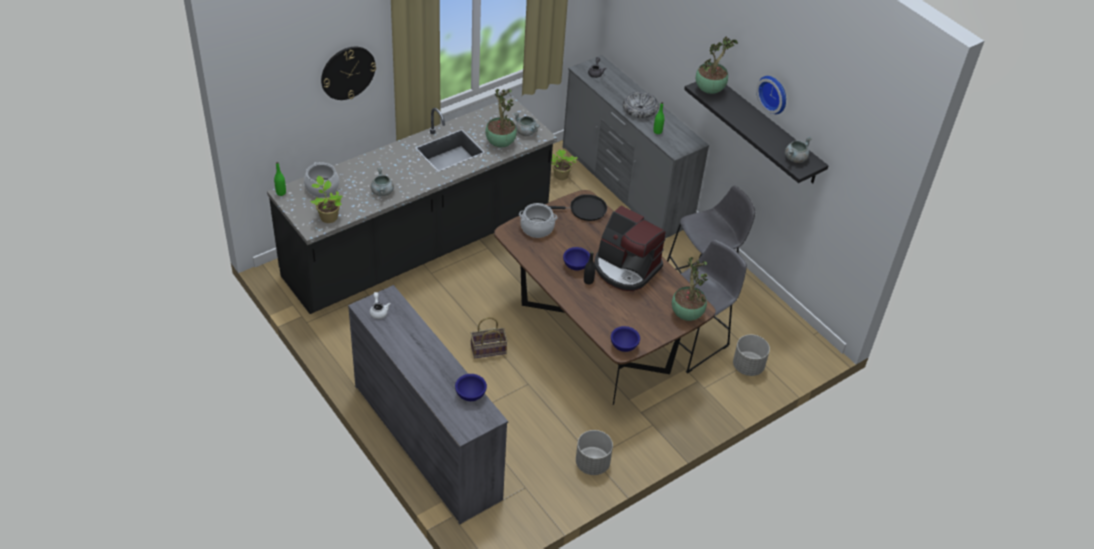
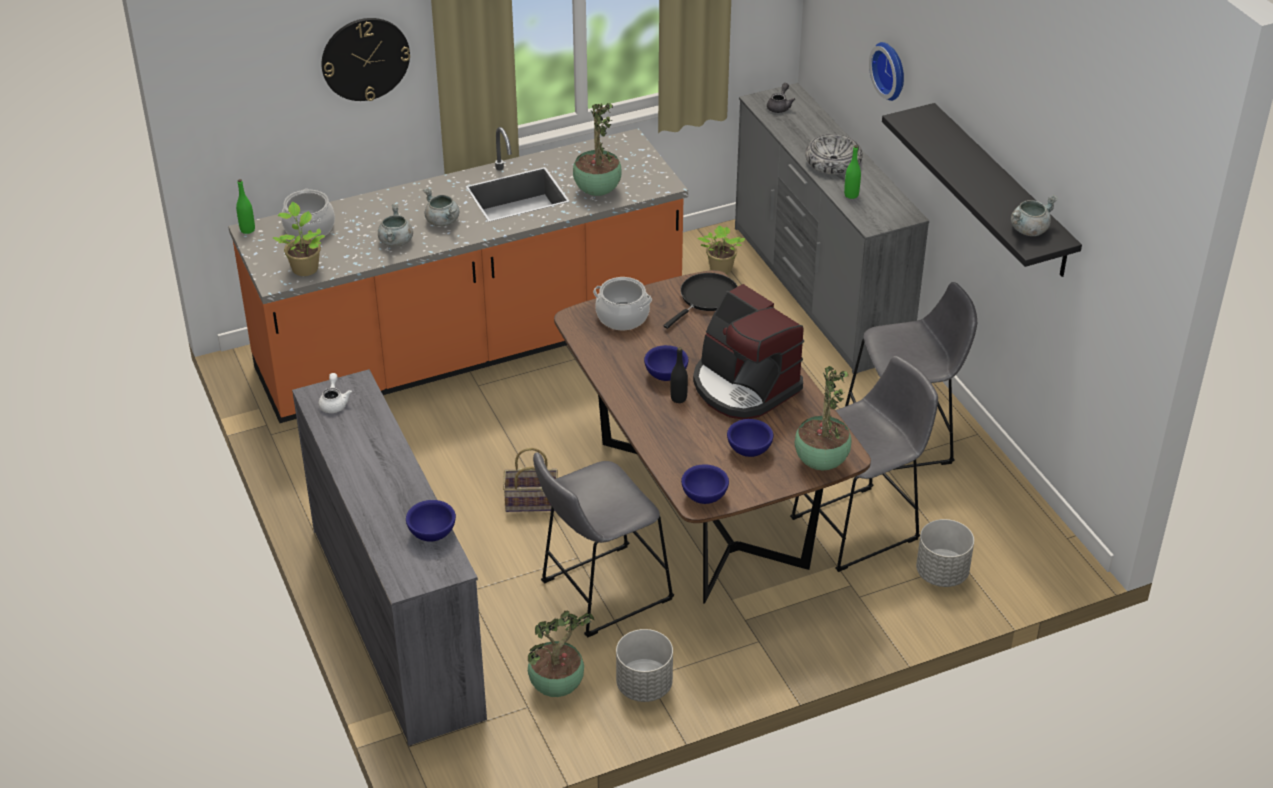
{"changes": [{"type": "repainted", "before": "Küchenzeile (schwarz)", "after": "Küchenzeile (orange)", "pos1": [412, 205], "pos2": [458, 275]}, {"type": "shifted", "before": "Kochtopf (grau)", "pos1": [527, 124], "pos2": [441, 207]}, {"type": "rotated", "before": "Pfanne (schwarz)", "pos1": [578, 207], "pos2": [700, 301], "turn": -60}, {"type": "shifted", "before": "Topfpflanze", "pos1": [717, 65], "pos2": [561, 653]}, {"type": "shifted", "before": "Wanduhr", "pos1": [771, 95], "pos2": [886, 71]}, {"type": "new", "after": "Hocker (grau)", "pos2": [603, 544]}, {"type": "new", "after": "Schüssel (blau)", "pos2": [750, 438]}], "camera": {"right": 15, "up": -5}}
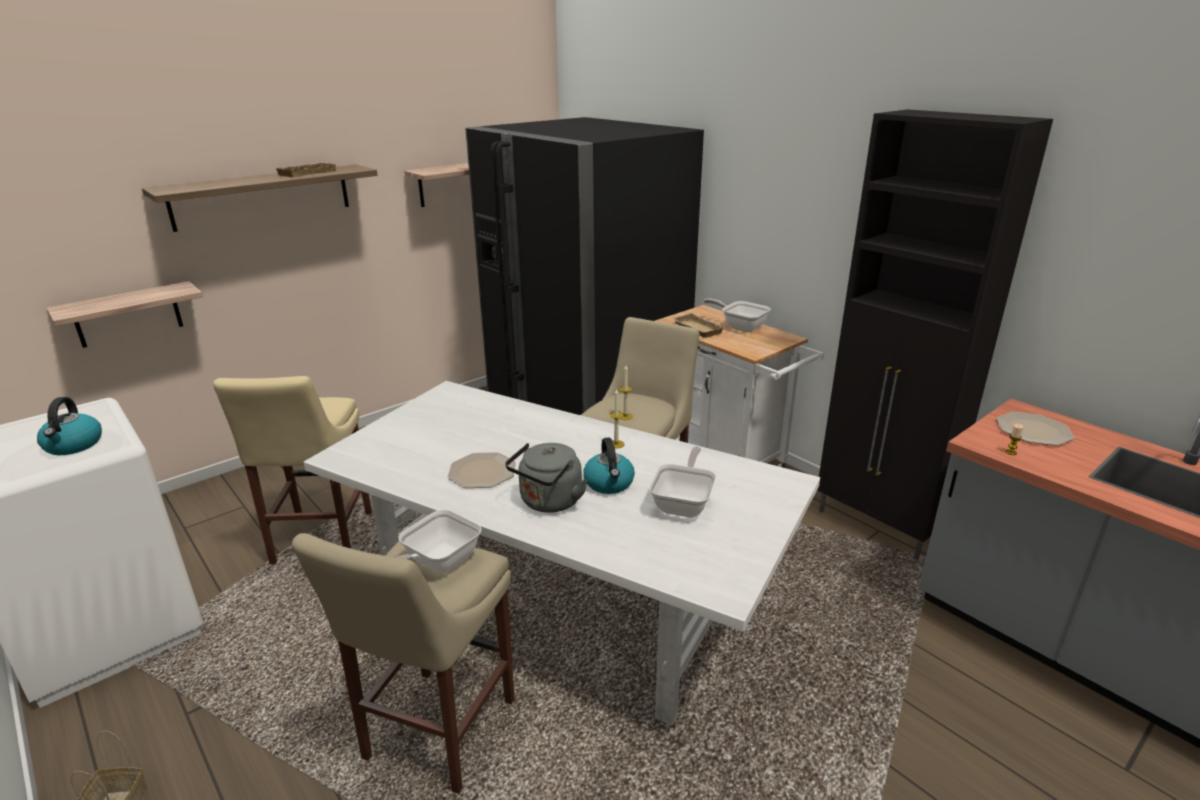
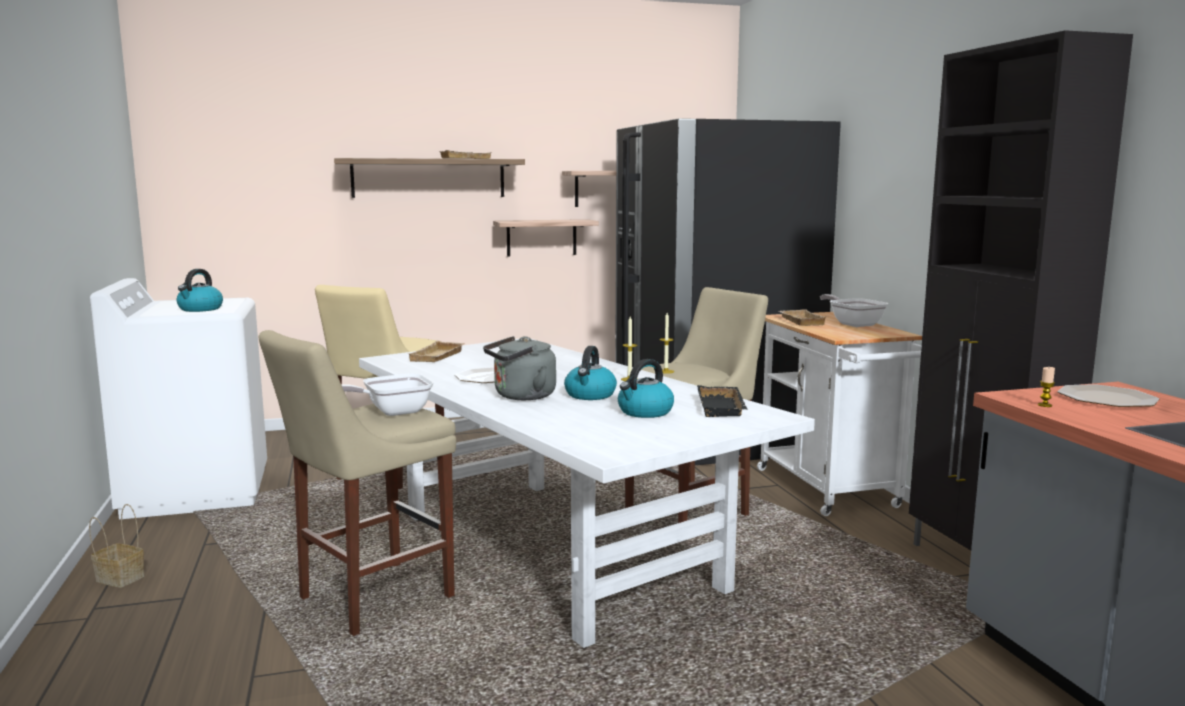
{"changes": [{"type": "shifted", "before": "Wandregal", "pos1": [124, 314], "pos2": [546, 238]}, {"type": "swapped", "before": "Pfanne", "after": "Wasserkessel", "pos1": [682, 481], "pos2": [646, 388]}, {"type": "new", "after": "Tablett (beige)", "pos2": [437, 351]}, {"type": "new", "after": "Tablett (schwarz)", "pos2": [722, 401]}], "camera": {"right": 25, "up": -15}}
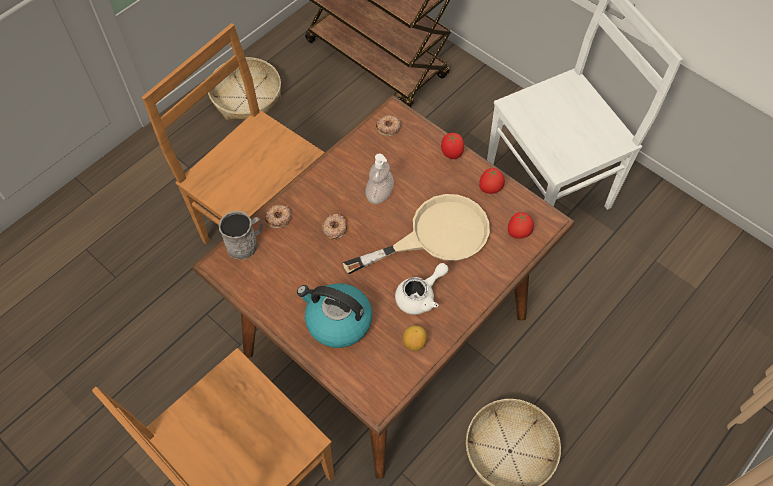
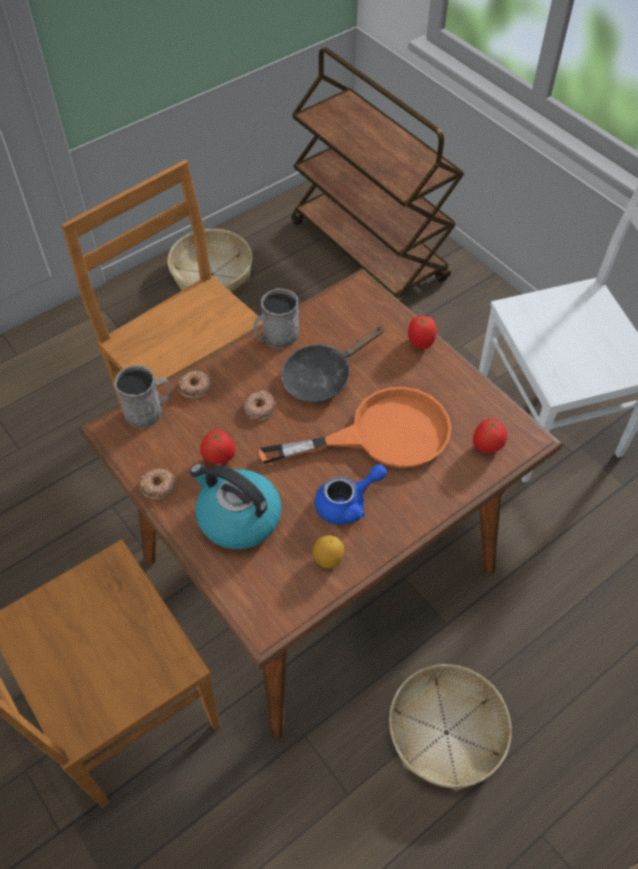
{"changes": [{"type": "repainted", "before": "Pfanne (beige)", "after": "Pfanne (orange)", "pos1": [416, 234], "pos2": [355, 427]}, {"type": "swapped", "before": "Seifenspender", "after": "Pfanne (schwarz)", "pos1": [379, 179], "pos2": [333, 364]}, {"type": "shifted", "before": "Donut", "pos1": [388, 125], "pos2": [157, 483]}, {"type": "repainted", "before": "Teekanne (weiß)", "after": "Teekanne (blau)", "pos1": [421, 289], "pos2": [351, 494]}, {"type": "shifted", "before": "Tomate", "pos1": [492, 181], "pos2": [217, 446]}, {"type": "new", "after": "Henkelbecher (grau)", "pos2": [276, 318]}], "camera": {"right": 10, "up": -5}}
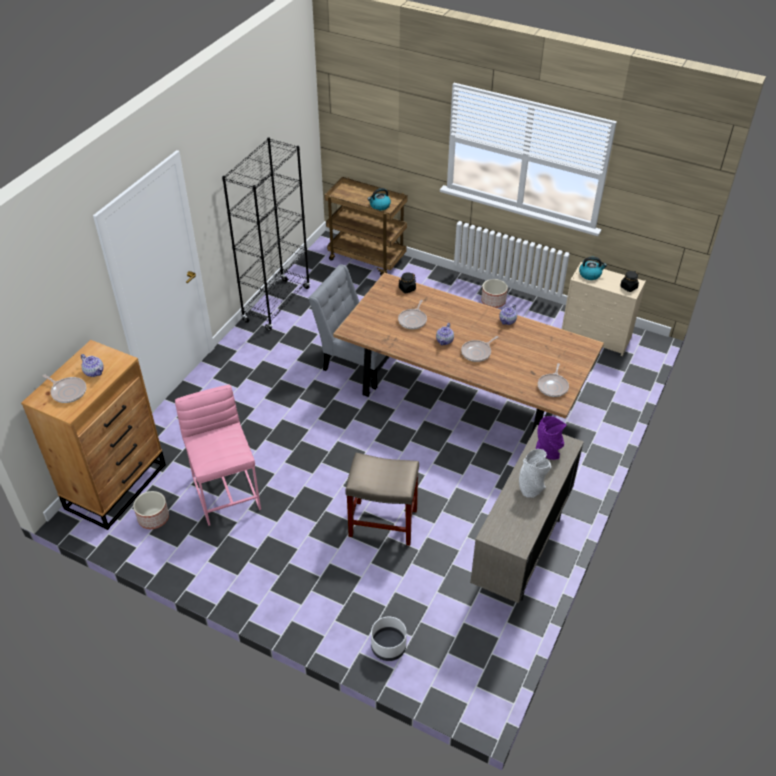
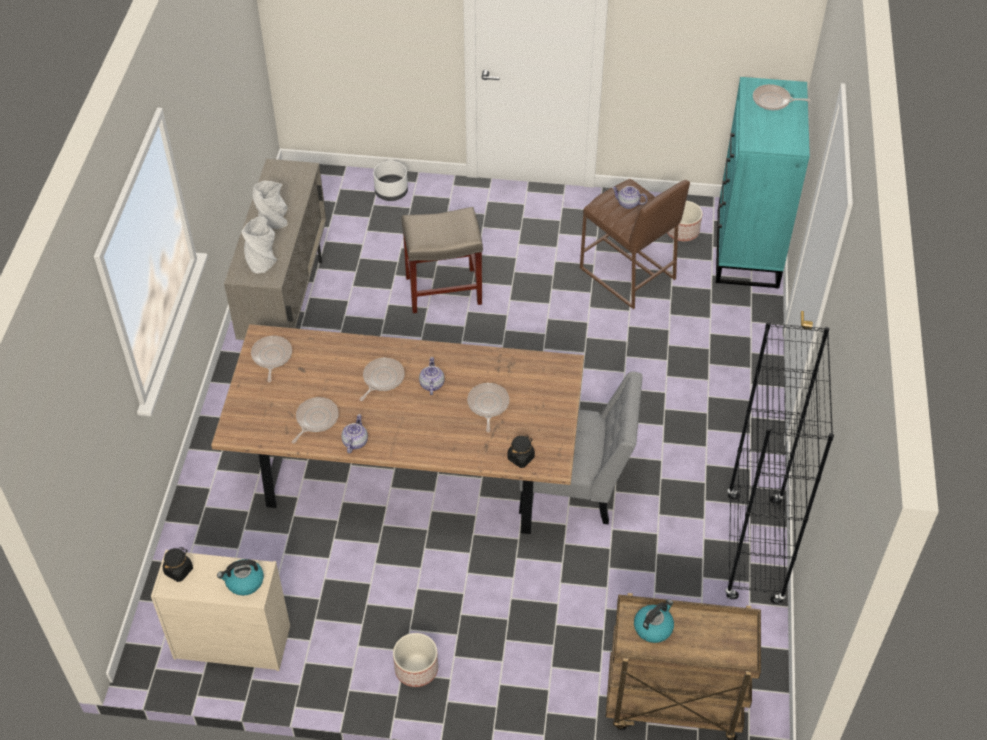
{"changes": [{"type": "repainted", "before": "Kommode (braun)", "after": "Kommode (türkis)", "pos1": [93, 435], "pos2": [762, 183]}, {"type": "shifted", "before": "Teekanne", "pos1": [92, 365], "pos2": [629, 197]}, {"type": "repainted", "before": "Hocker (rosa)", "after": "Hocker (braun)", "pos1": [218, 455], "pos2": [635, 244]}, {"type": "repainted", "before": "Vase (lila)", "after": "Vase (grau)", "pos1": [551, 438], "pos2": [259, 245]}, {"type": "new", "after": "Pfanne", "pos2": [315, 420]}], "camera": {"right": 160, "up": 5}}
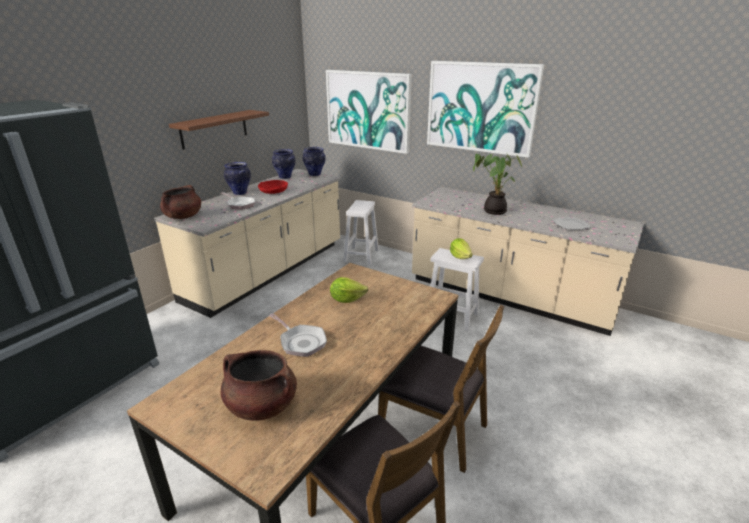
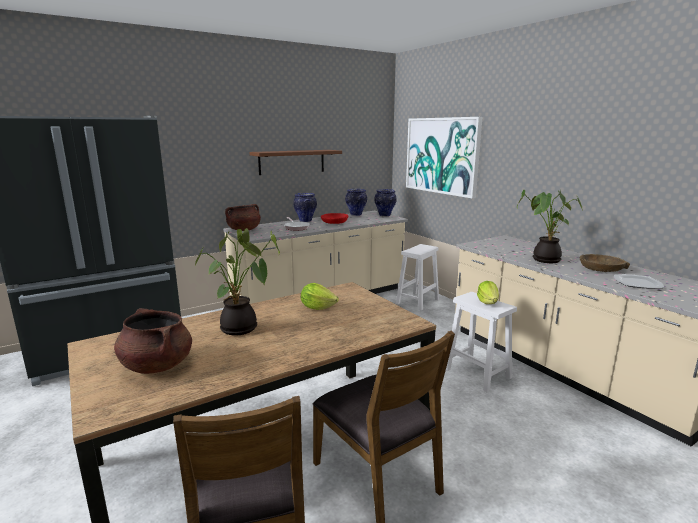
{"changes": [{"type": "swapped", "before": "Pfanne", "after": "Topfpflanze", "pos1": [298, 335], "pos2": [237, 282]}, {"type": "gone", "before": "Bild", "pos1": [485, 109]}, {"type": "new", "after": "Schüssel (braun)", "pos2": [605, 263]}], "camera": {"right": 25, "up": -10}}
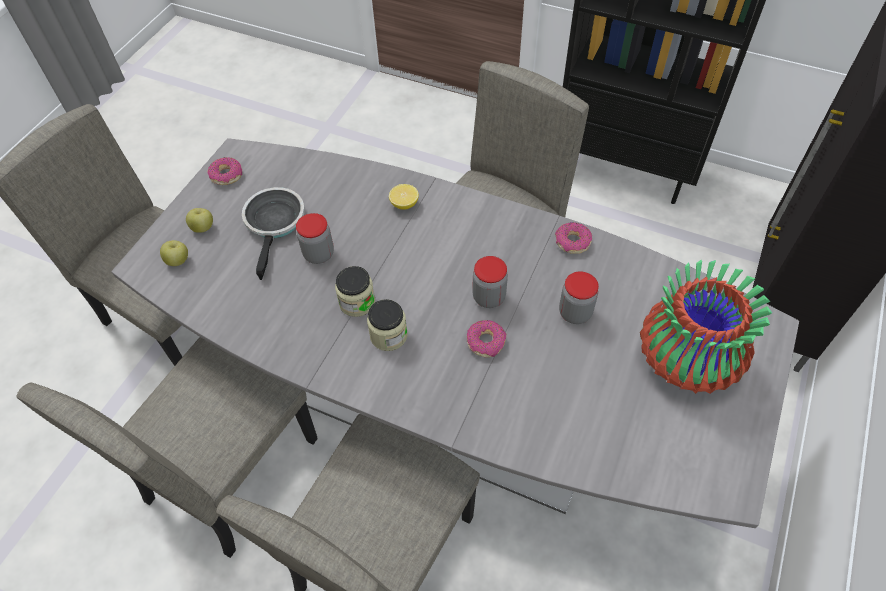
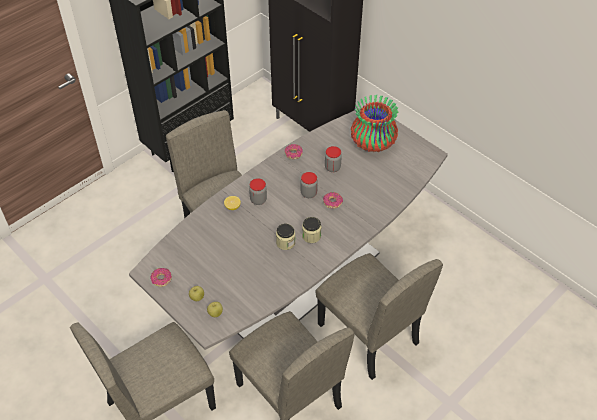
{"changes": [{"type": "gone", "before": "Pfanne", "pos1": [273, 233]}, {"type": "shifted", "before": "Vorratsglas", "pos1": [315, 238], "pos2": [258, 191]}], "camera": {"right": -70, "up": -5}}
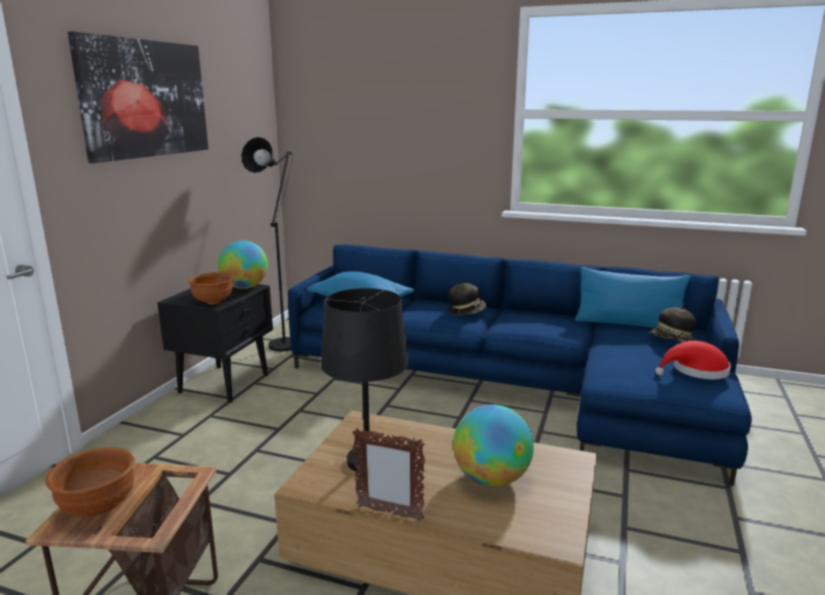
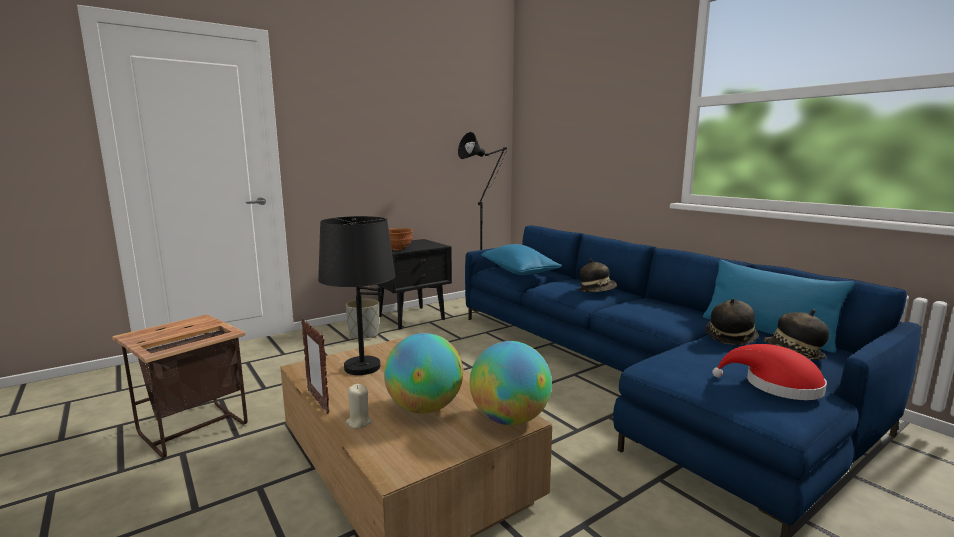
{"changes": [{"type": "gone", "before": "Schüssel (braun)", "pos1": [90, 482]}, {"type": "gone", "before": "Bild", "pos1": [138, 97]}, {"type": "shifted", "before": "Globus", "pos1": [243, 264], "pos2": [511, 383]}, {"type": "new", "after": "Pflanzkübel (grau)", "pos2": [362, 319]}, {"type": "new", "after": "Kerze (beige)", "pos2": [359, 406]}, {"type": "new", "after": "Hut", "pos2": [732, 321]}], "camera": {"right": 35, "up": -5}}
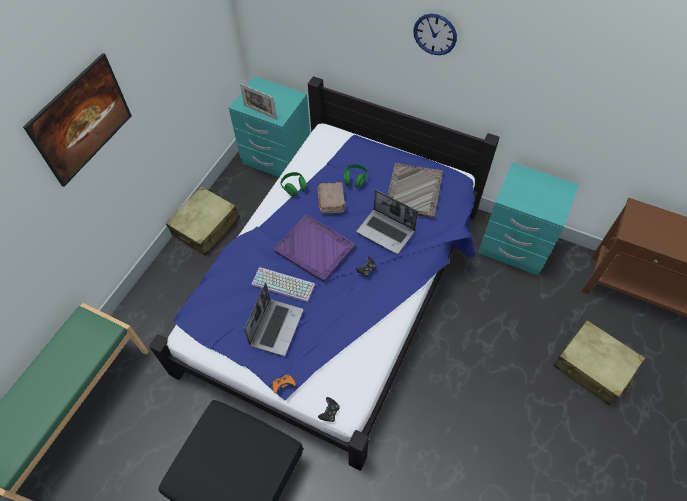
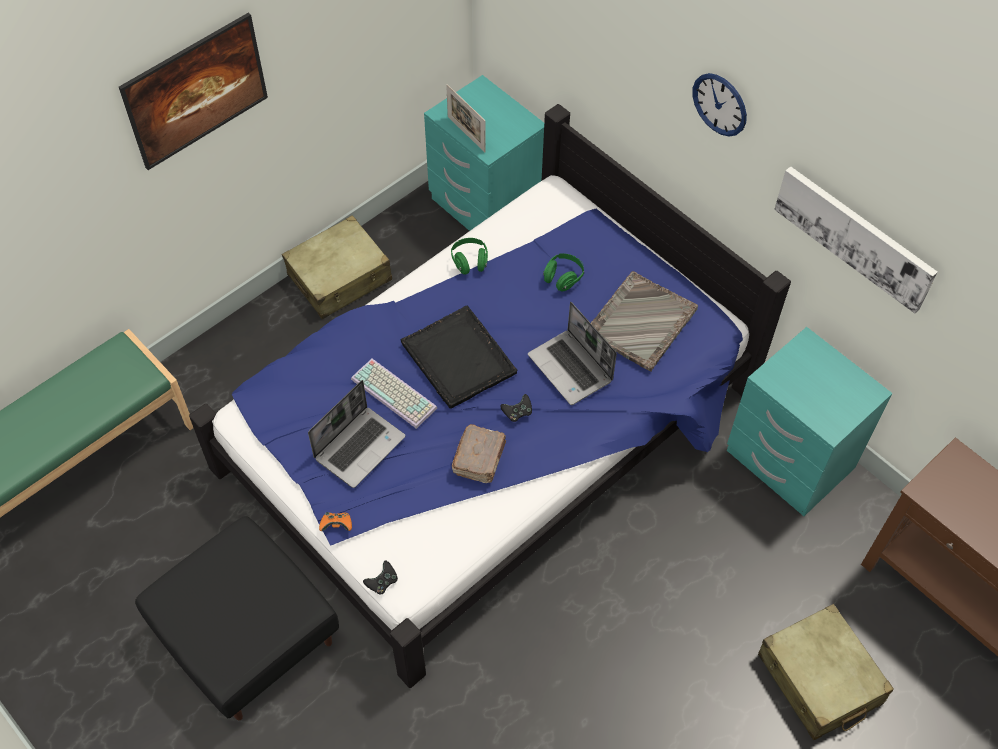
{"changes": [{"type": "repainted", "before": "Tablett (lila)", "after": "Tablett (schwarz)", "pos1": [314, 248], "pos2": [459, 357]}, {"type": "shifted", "before": "Buch (braun)", "pos1": [332, 198], "pos2": [479, 453]}, {"type": "new", "after": "Bild", "pos2": [856, 240]}], "camera": {"right": 20, "up": 0}}
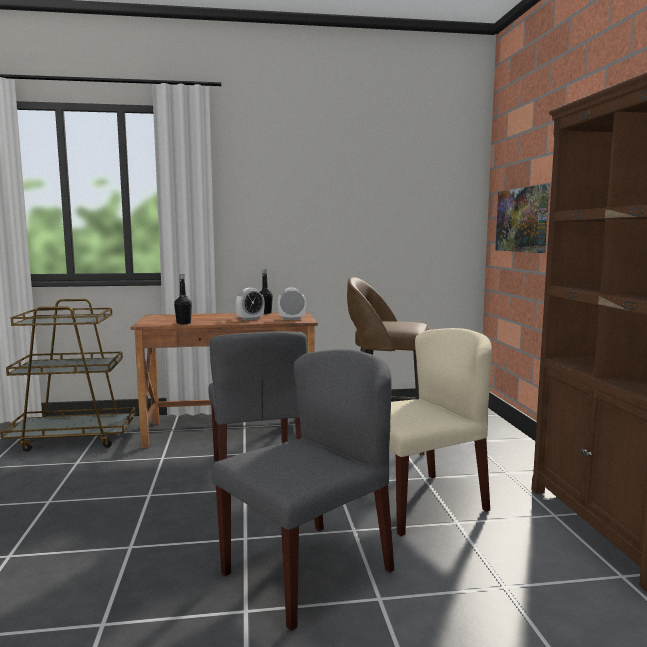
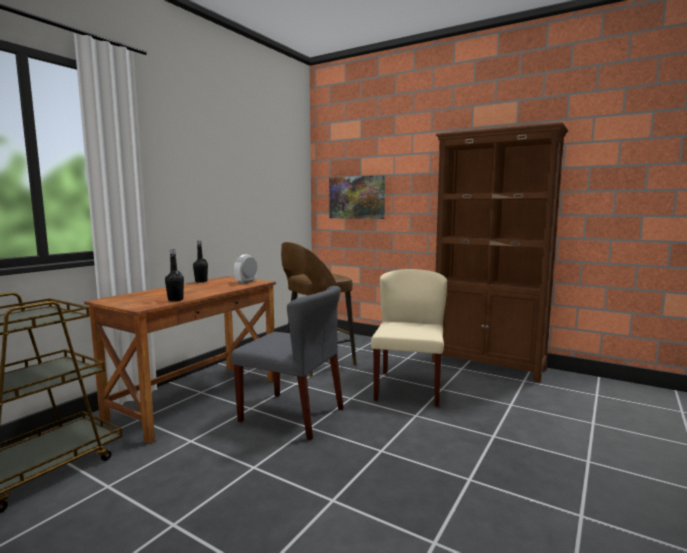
{"changes": [{"type": "gone", "before": "Stuhl (grau)", "pos1": [303, 490]}, {"type": "gone", "before": "Wecker", "pos1": [250, 304]}], "camera": {"right": -50, "up": 0}}
